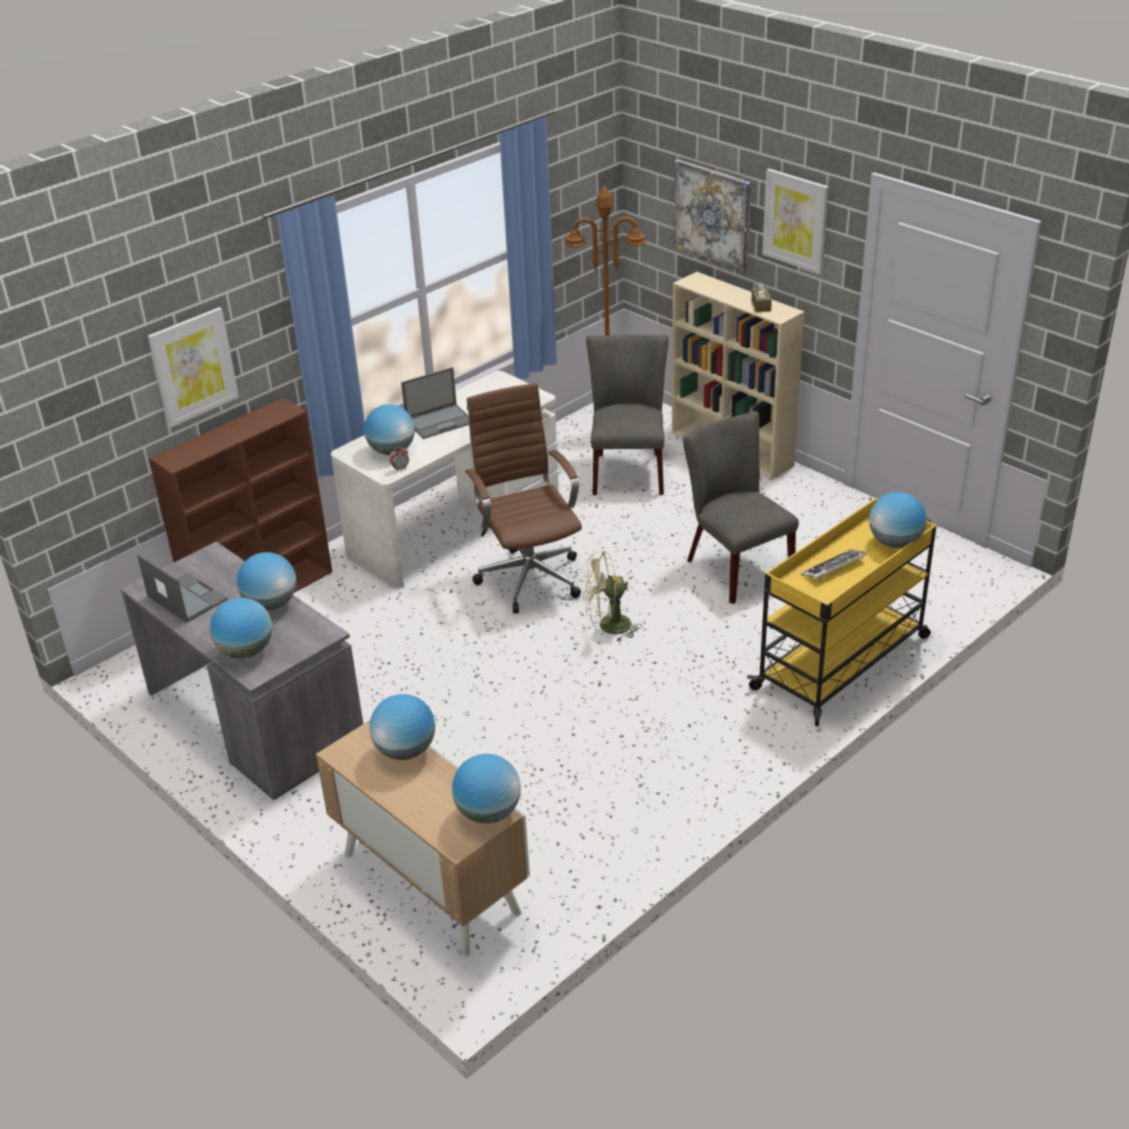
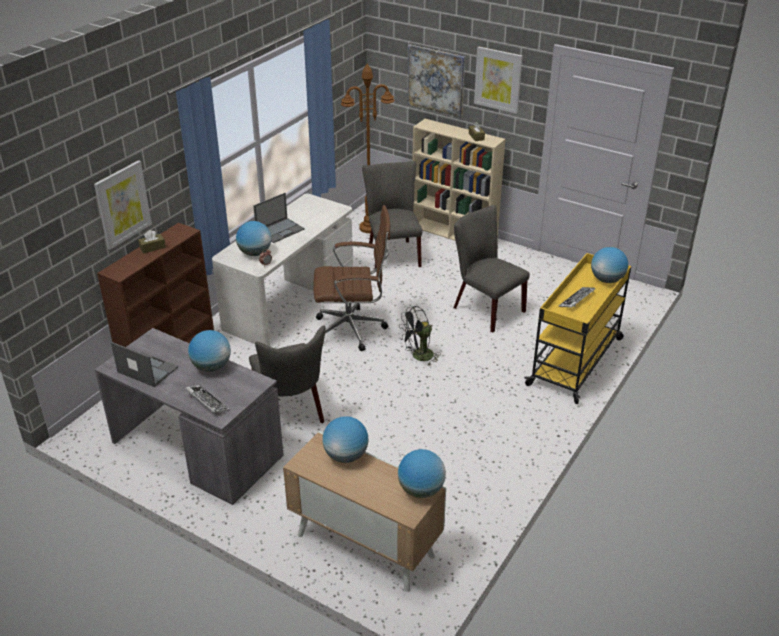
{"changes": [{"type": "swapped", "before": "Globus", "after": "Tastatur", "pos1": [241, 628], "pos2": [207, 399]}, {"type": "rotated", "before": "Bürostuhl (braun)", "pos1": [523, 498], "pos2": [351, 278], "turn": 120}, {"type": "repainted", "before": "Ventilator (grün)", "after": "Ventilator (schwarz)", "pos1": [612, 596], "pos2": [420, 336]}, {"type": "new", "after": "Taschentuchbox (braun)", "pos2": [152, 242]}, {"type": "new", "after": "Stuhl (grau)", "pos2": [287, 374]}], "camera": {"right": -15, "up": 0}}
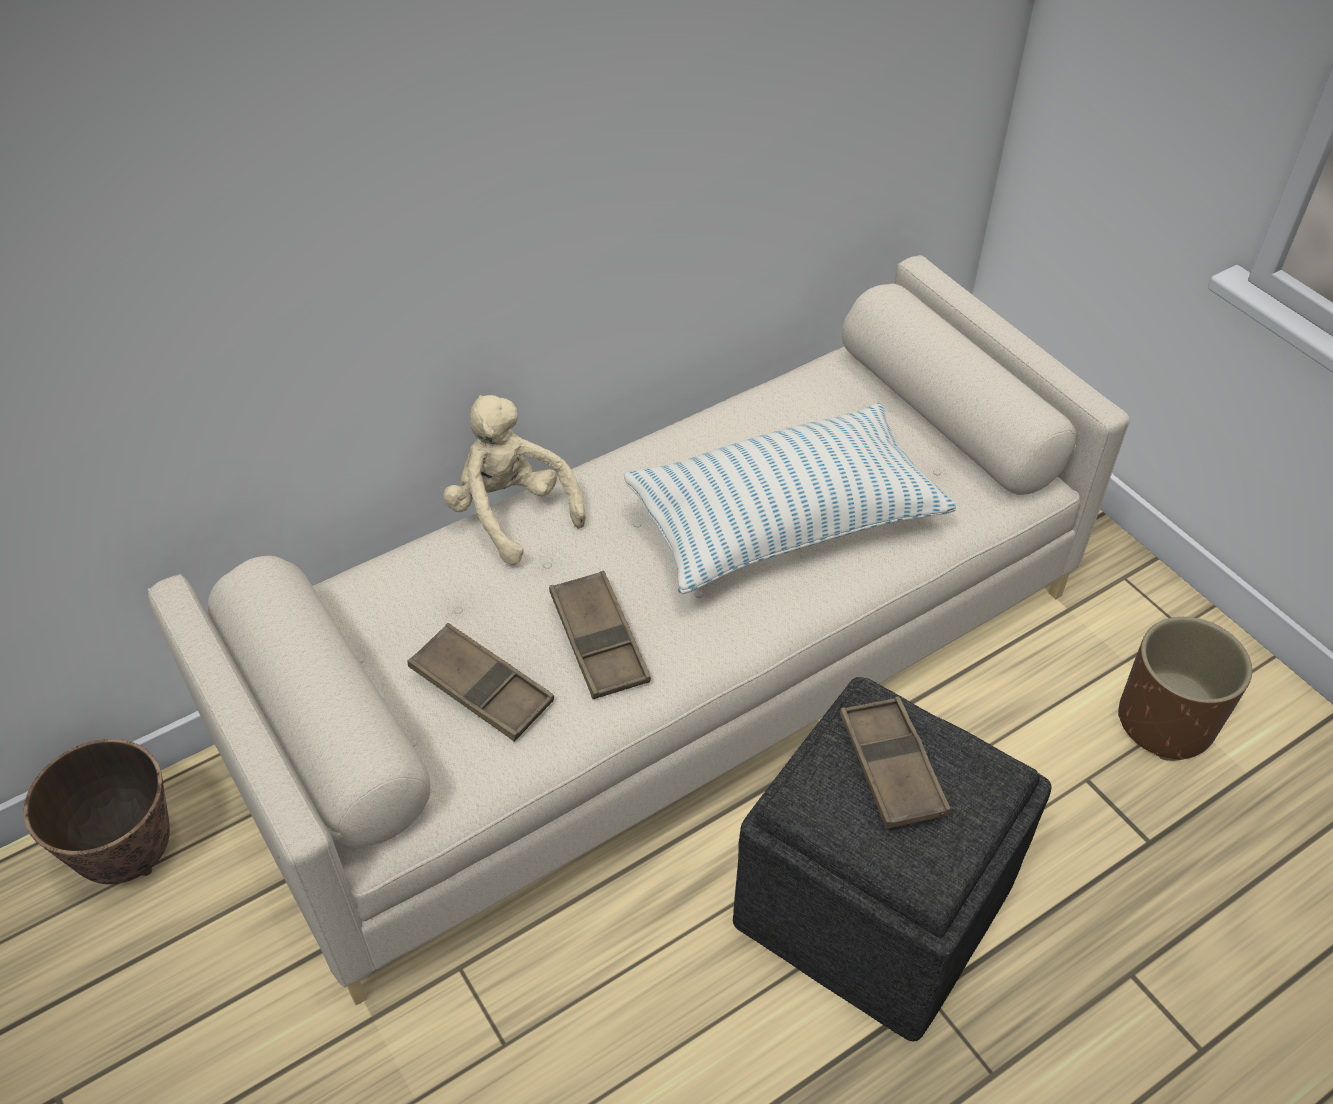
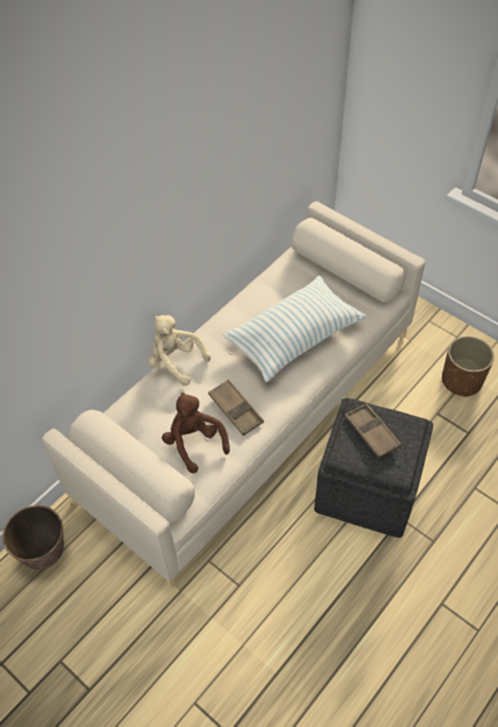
{"changes": [{"type": "swapped", "before": "Tablett (braun)", "after": "Plüschtier (braun)", "pos1": [480, 682], "pos2": [196, 432]}], "camera": {"right": -15, "up": 5}}
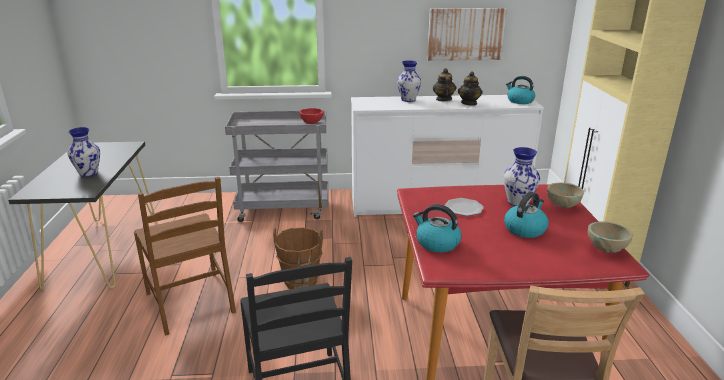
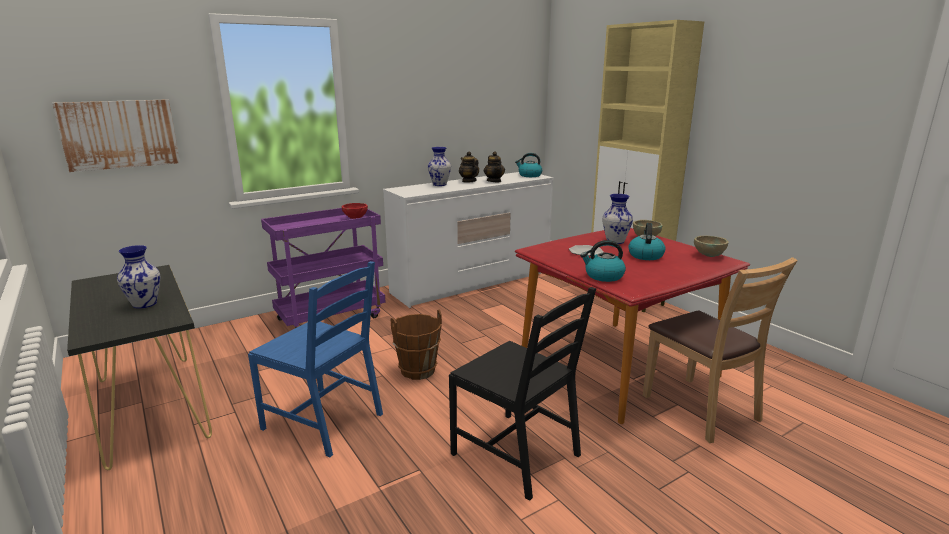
{"changes": [{"type": "repainted", "before": "Stuhl (braun)", "after": "Stuhl (blau)", "pos1": [185, 256], "pos2": [315, 359]}, {"type": "repainted", "before": "Rollwagen (grau)", "after": "Rollwagen (lila)", "pos1": [276, 166], "pos2": [323, 268]}, {"type": "shifted", "before": "Bild", "pos1": [467, 34], "pos2": [116, 135]}], "camera": {"right": -30, "up": -5}}
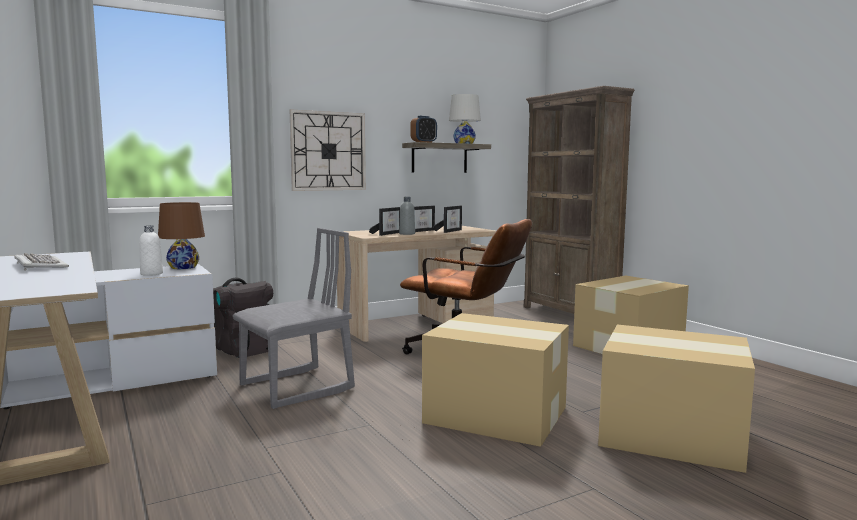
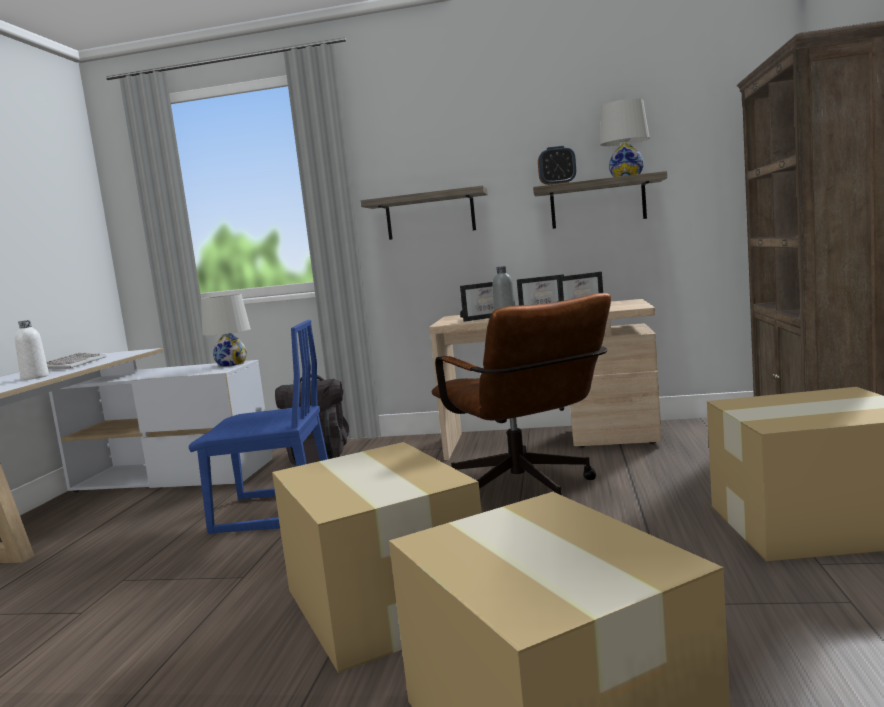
{"changes": [{"type": "shifted", "before": "Flasche (weiß)", "pos1": [151, 250], "pos2": [32, 350]}, {"type": "repainted", "before": "Tischlampe (braun)", "after": "Tischlampe (weiß)", "pos1": [181, 235], "pos2": [226, 330]}, {"type": "repainted", "before": "Stuhl (grau)", "after": "Stuhl (blau)", "pos1": [294, 318], "pos2": [258, 427]}, {"type": "swapped", "before": "Wanduhr", "after": "Wandregal", "pos1": [328, 150], "pos2": [424, 212]}], "camera": {"right": 40, "up": 0}}
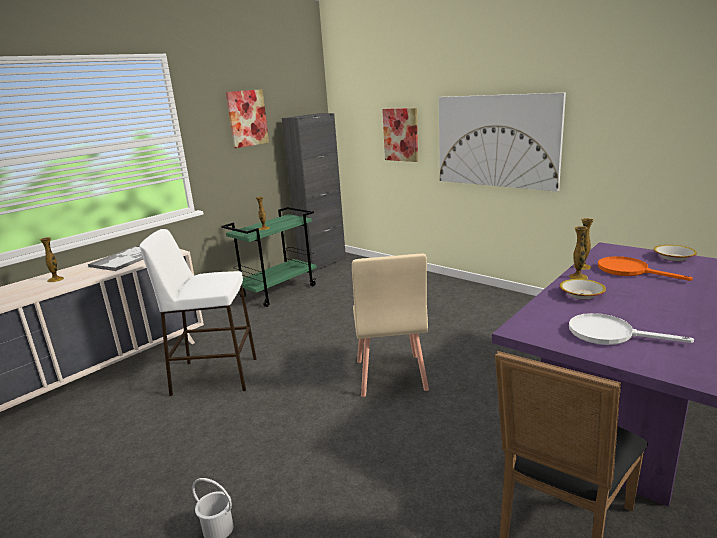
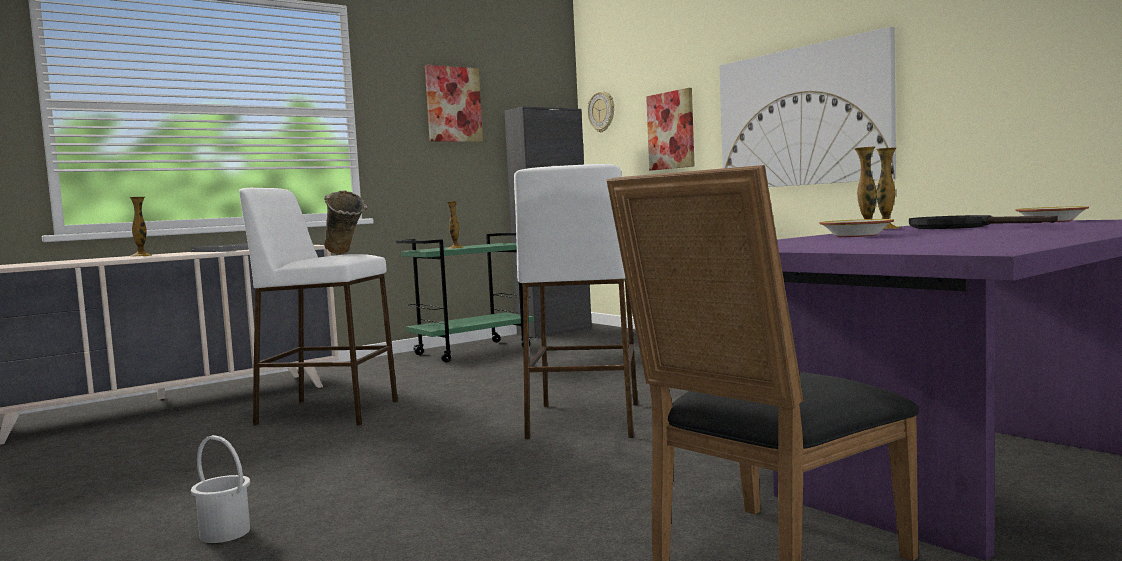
{"changes": [{"type": "swapped", "before": "Stuhl (beige)", "after": "Hocker (weiß)", "pos1": [390, 325], "pos2": [576, 301]}, {"type": "gone", "before": "Pfanne (weiß)", "pos1": [631, 329]}, {"type": "repainted", "before": "Pfanne (orange)", "after": "Pfanne (schwarz)", "pos1": [645, 268], "pos2": [983, 222]}, {"type": "new", "after": "Vase (beige)", "pos2": [346, 222]}, {"type": "new", "after": "Wanduhr", "pos2": [600, 111]}], "camera": {"right": 10, "up": -15}}
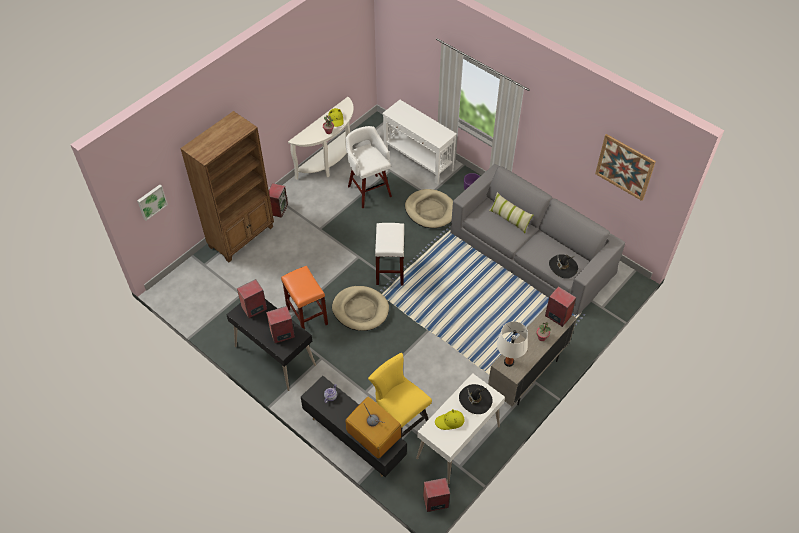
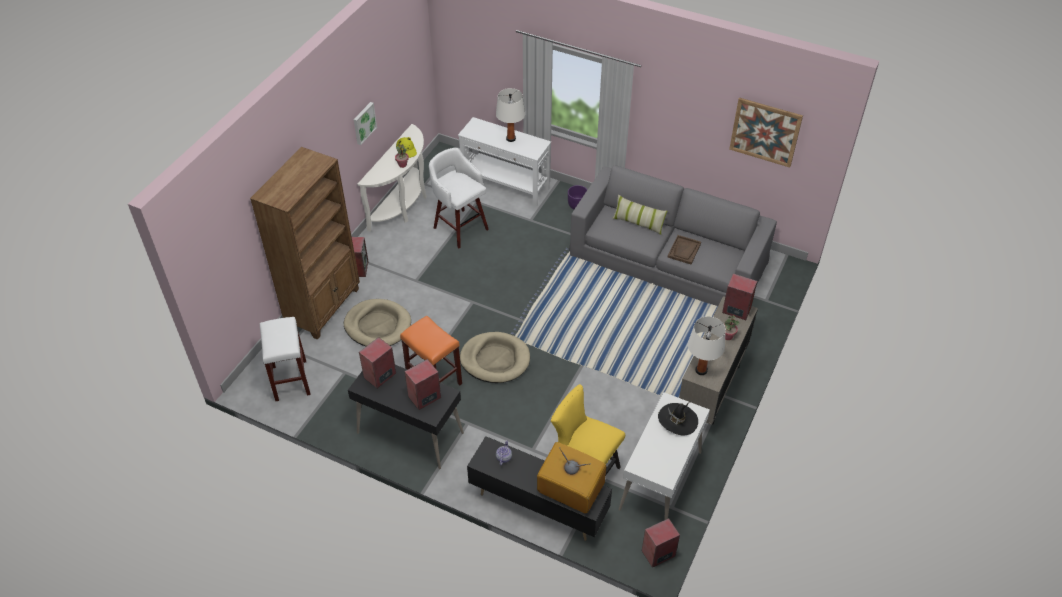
{"changes": [{"type": "shifted", "before": "Bild", "pos1": [152, 203], "pos2": [365, 123]}, {"type": "shifted", "before": "Hocker (weiß)", "pos1": [390, 254], "pos2": [285, 359]}, {"type": "shifted", "before": "Hundebett (beige)", "pos1": [429, 208], "pos2": [377, 322]}, {"type": "gone", "before": "Hut (gelb)", "pos1": [449, 419]}, {"type": "gone", "before": "Hut (schwarz)", "pos1": [563, 266]}, {"type": "new", "after": "Tischlampe (weiß)", "pos2": [510, 115]}, {"type": "new", "after": "Tablett (braun)", "pos2": [684, 249]}], "camera": {"right": -15, "up": -5}}
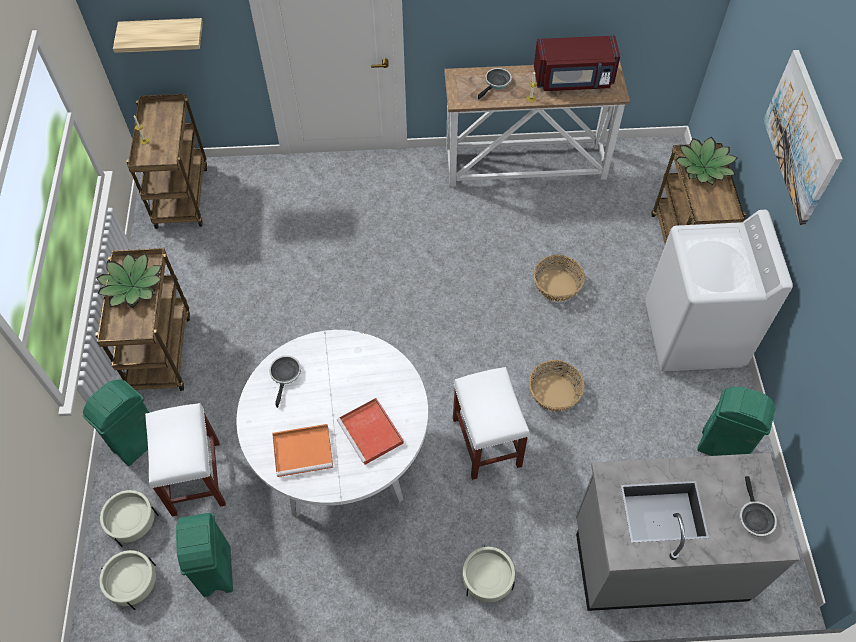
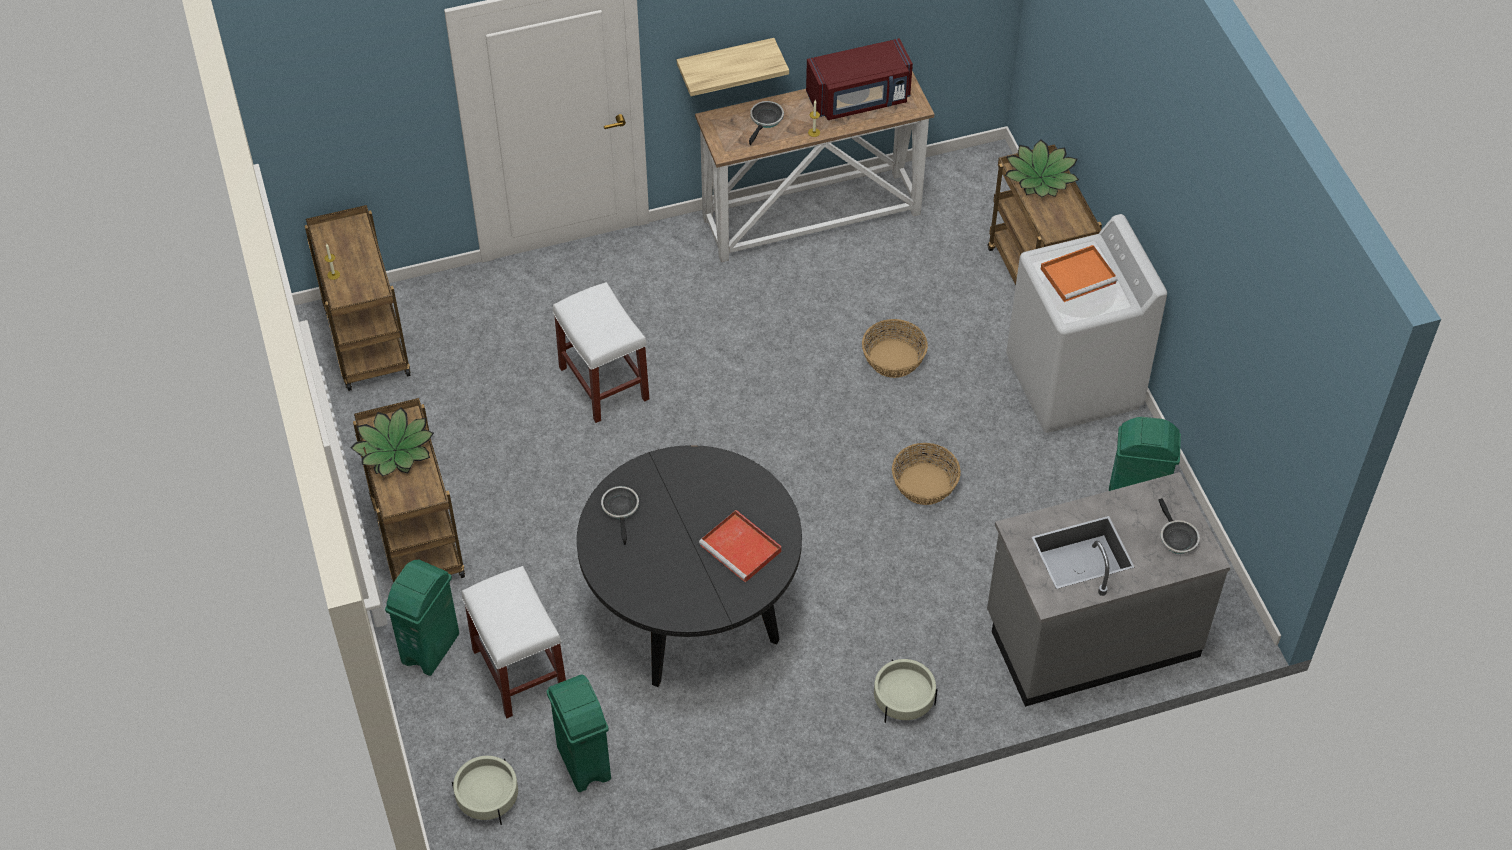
{"changes": [{"type": "gone", "before": "Pflanzkübel (beige)", "pos1": [129, 518]}, {"type": "shifted", "before": "Wandregal", "pos1": [158, 35], "pos2": [733, 67]}, {"type": "repainted", "before": "Esstisch (weiß)", "after": "Esstisch (schwarz)", "pos1": [332, 424], "pos2": [689, 566]}, {"type": "shifted", "before": "Tablett (orange)", "pos1": [302, 450], "pos2": [1079, 273]}, {"type": "shifted", "before": "Hocker (weiß)", "pos1": [491, 423], "pos2": [601, 352]}, {"type": "gone", "before": "Bild", "pos1": [803, 137]}], "camera": {"right": -15, "up": -5}}
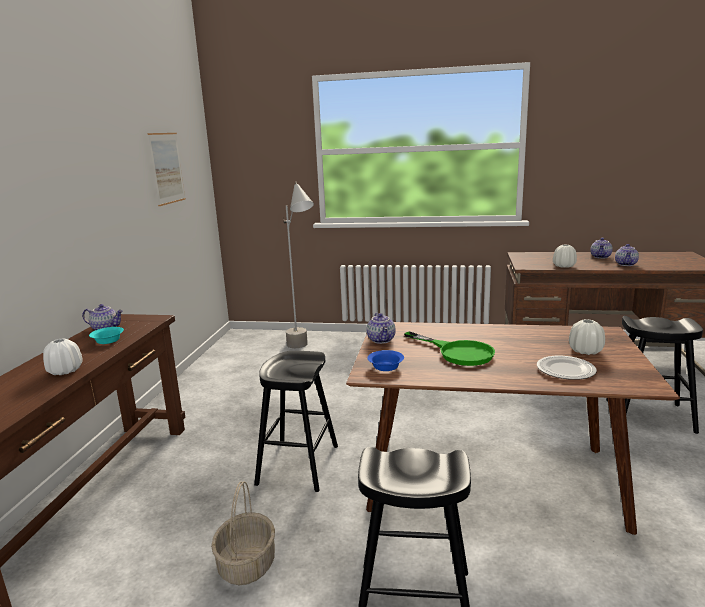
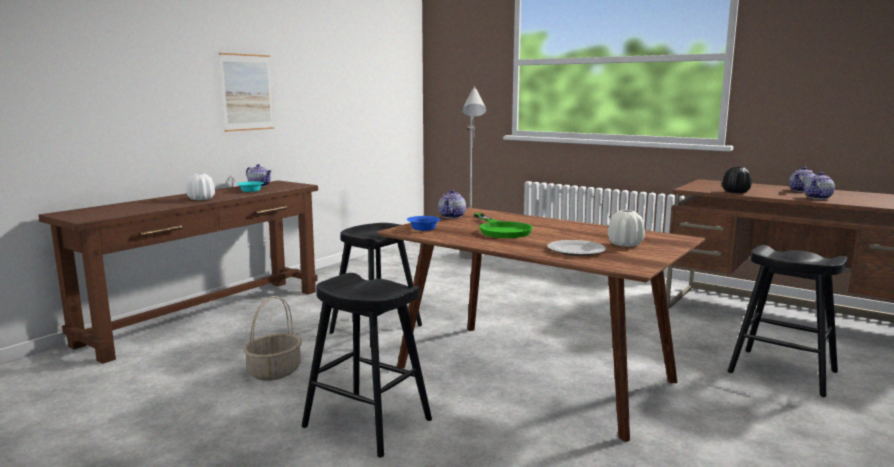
{"changes": [{"type": "shifted", "before": "Bild", "pos1": [166, 169], "pos2": [246, 92]}, {"type": "repainted", "before": "Vase (weiß)", "after": "Vase (schwarz)", "pos1": [565, 256], "pos2": [737, 180]}], "camera": {"right": 25, "up": -5}}
